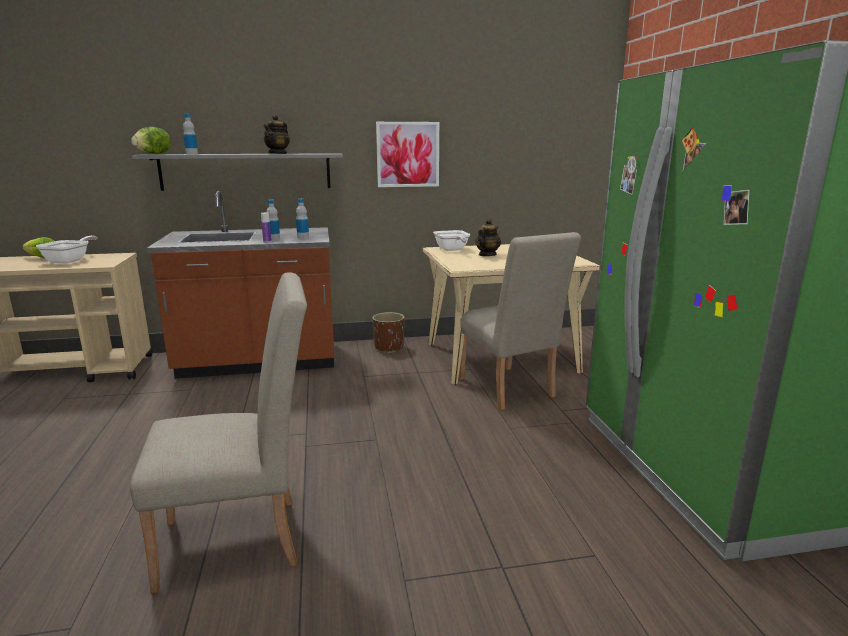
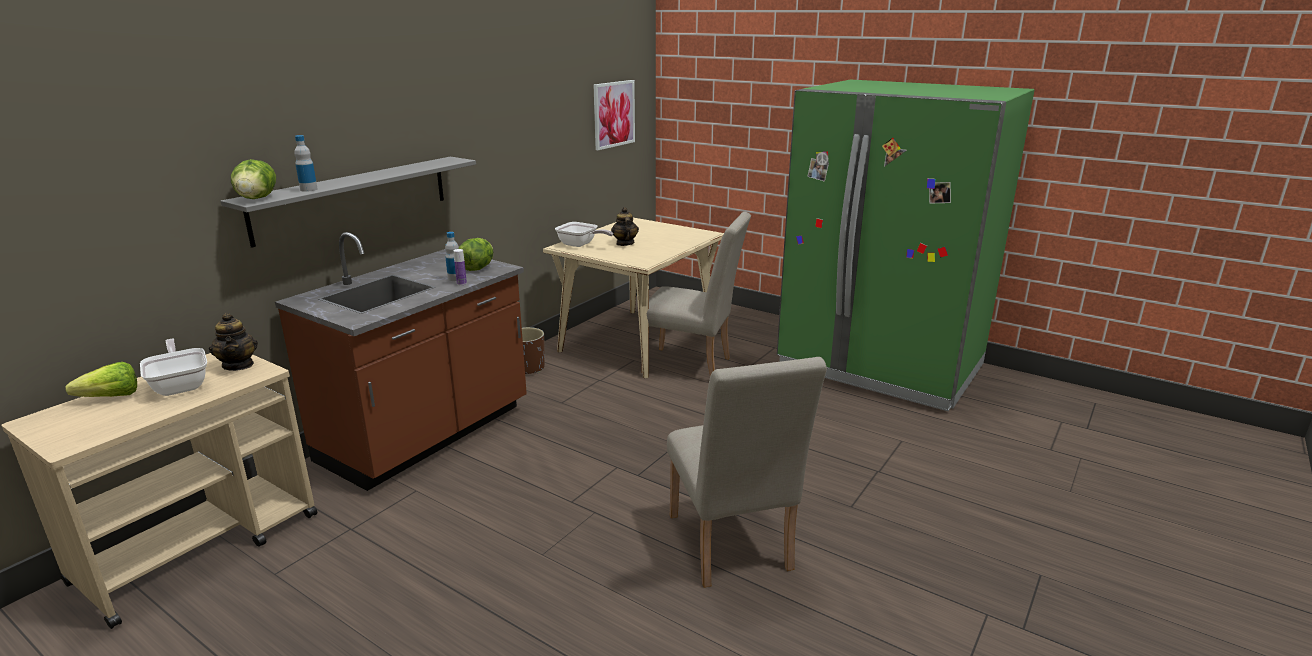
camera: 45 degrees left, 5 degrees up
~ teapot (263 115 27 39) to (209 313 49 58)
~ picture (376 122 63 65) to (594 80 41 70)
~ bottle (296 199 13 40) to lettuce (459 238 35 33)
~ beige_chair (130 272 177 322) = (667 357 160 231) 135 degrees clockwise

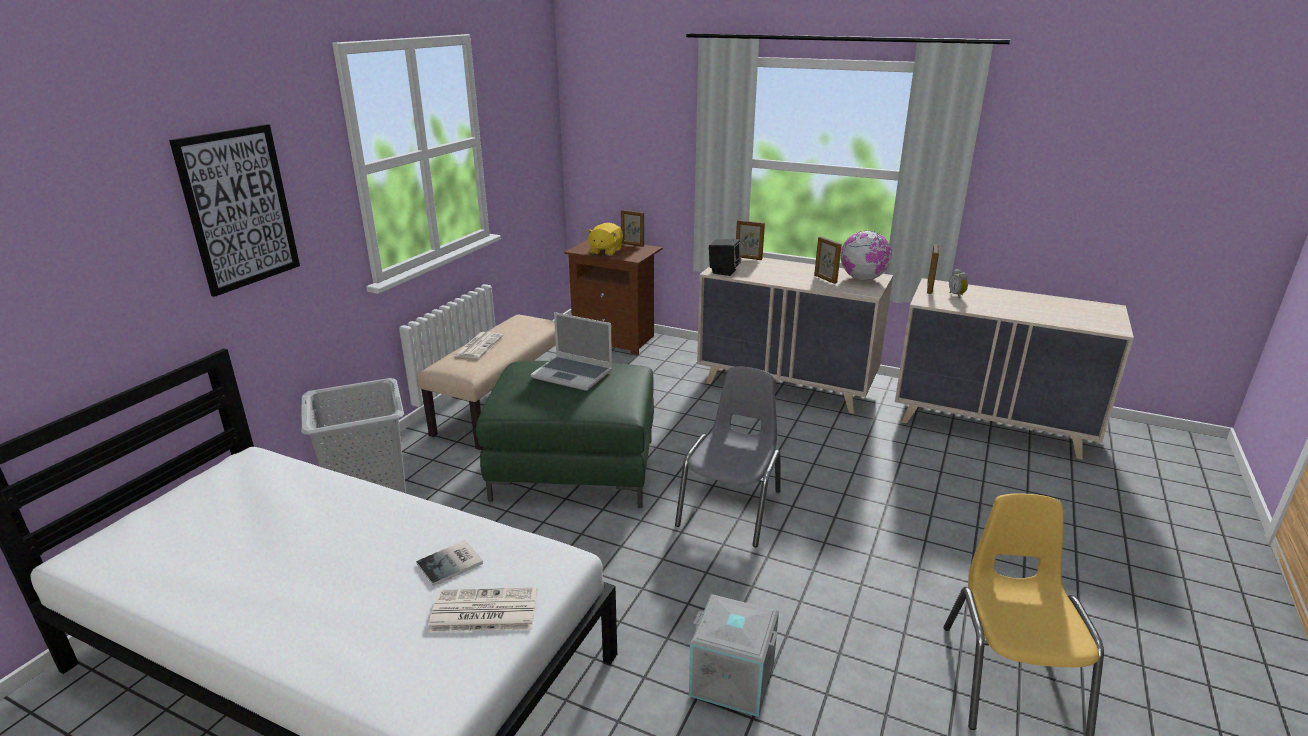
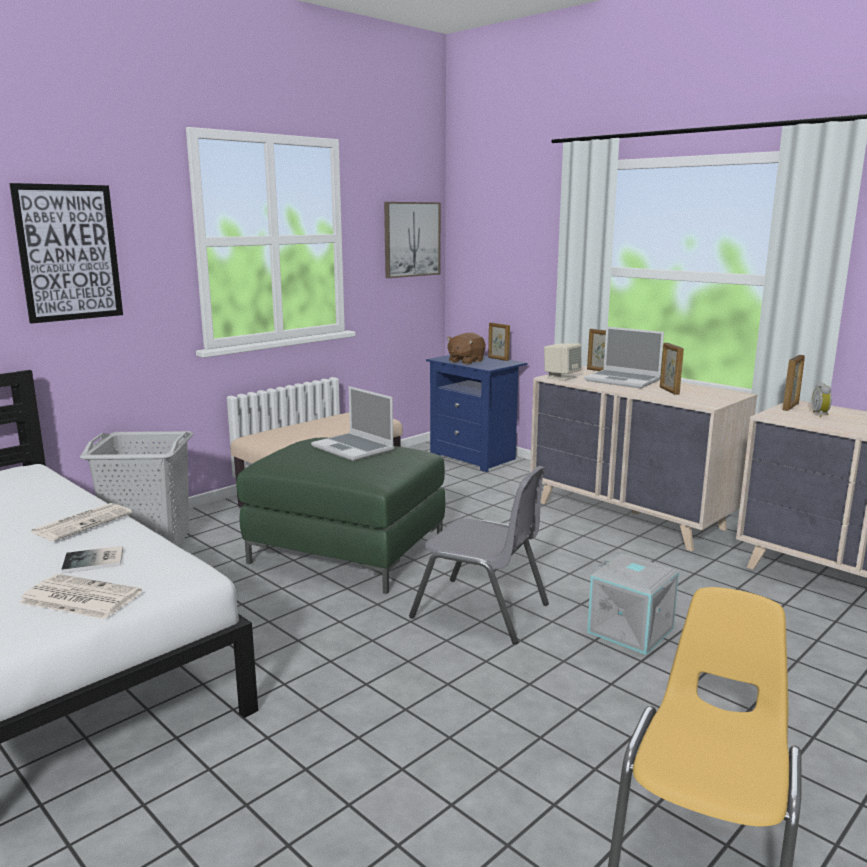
camera: 20 degrees right, 10 degrees down
- globe (841 231 51 50)
+ picture (384 202 57 76)
+ laptop (584 326 80 63)
~ newspaper (454 332 49 27) to (31 503 101 38)
~ grey_storage_box (689 594 90 123) to (587 554 92 101)
~ brown_nightstand (564 240 99 115) to blue_nightstand (426 355 101 117)
~ yellow_plush_toy (587 223 36 33) to brown_plush_toy (447 332 39 33)
~ black_speaker (709 239 32 37) to beige_speaker (544 343 38 38)
~ grey_chair (675 366 106 181) = (409 466 140 178) 75 degrees clockwise

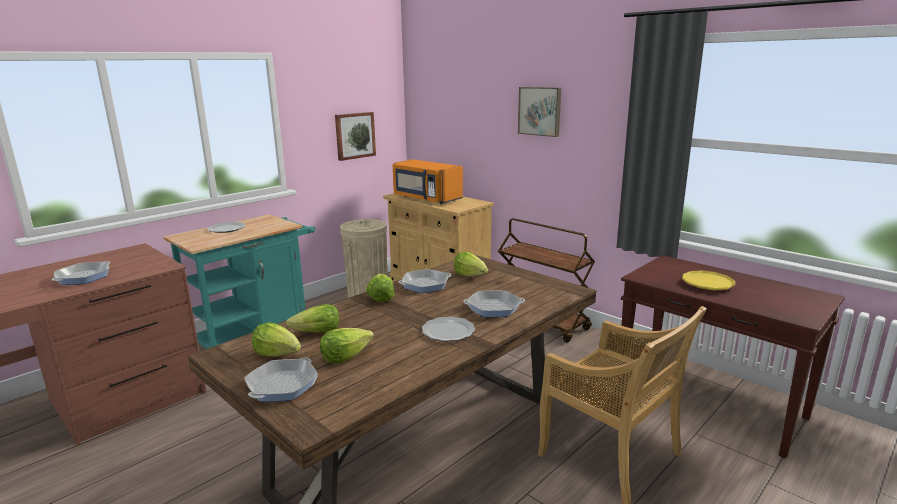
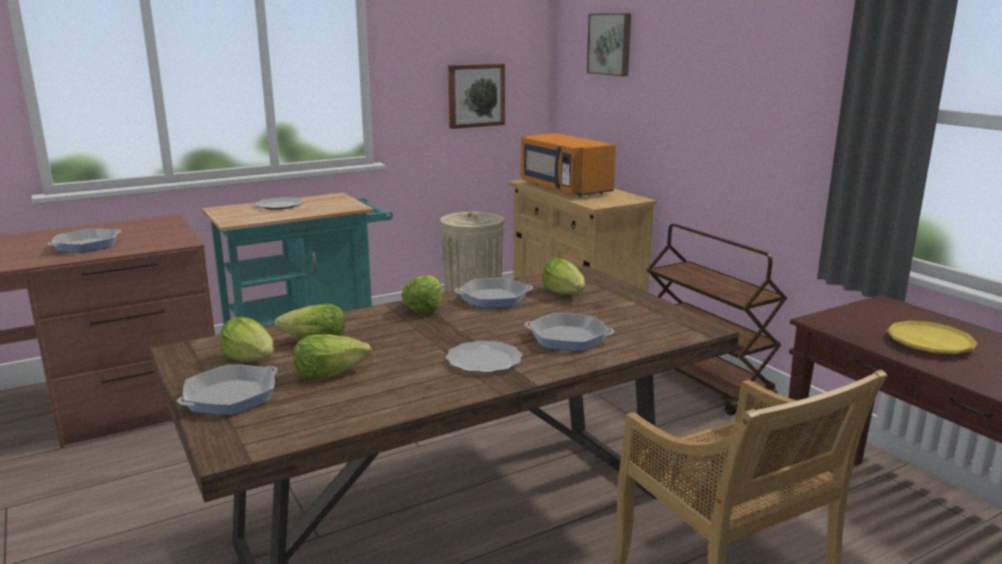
camera: 15 degrees right, 0 degrees up
~ picture (518 87 43 50) to (587 13 44 63)

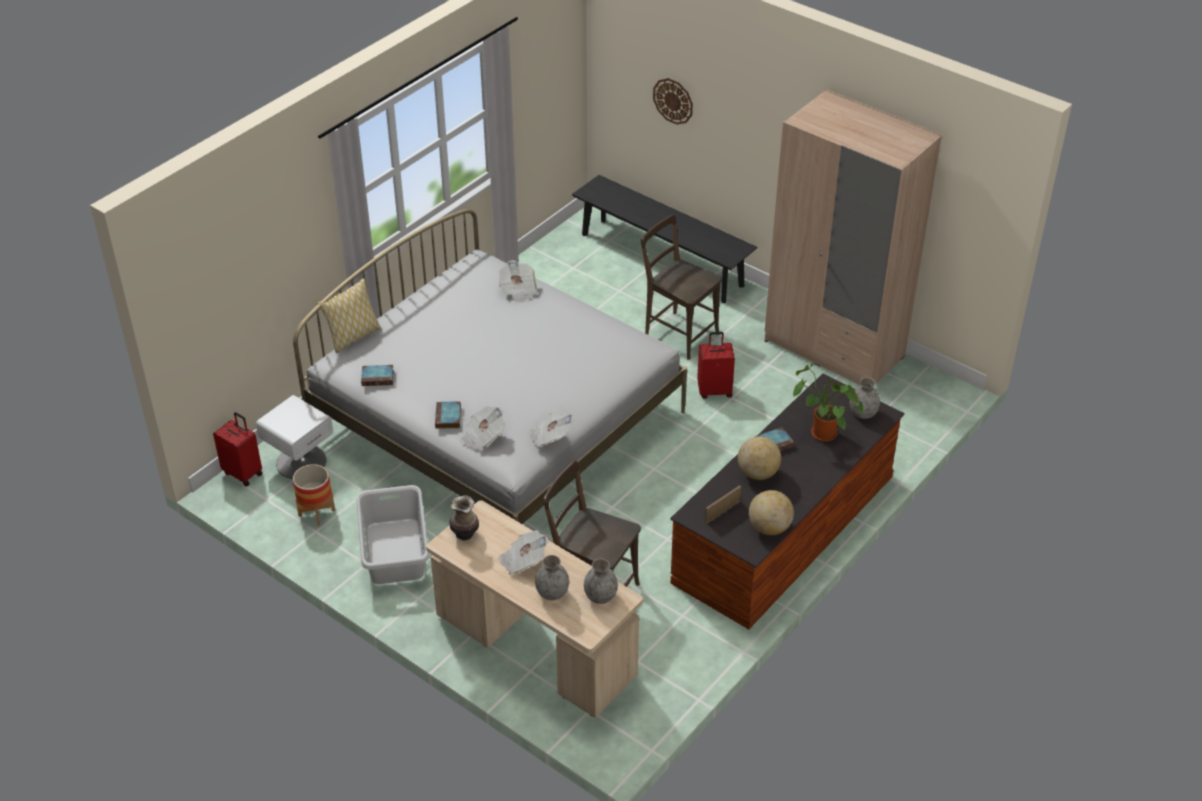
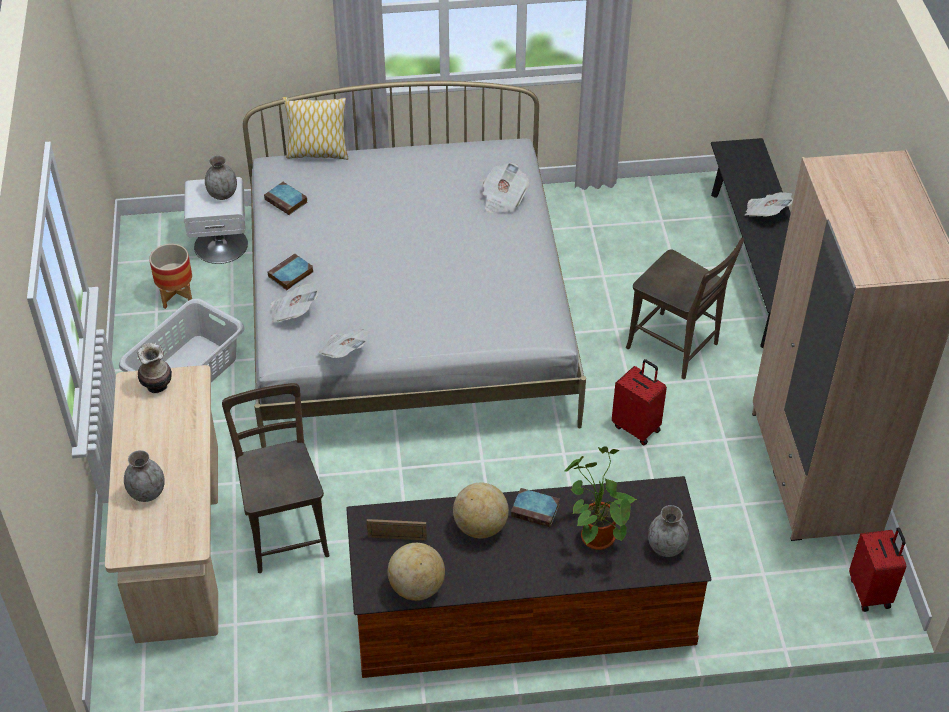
camera: 45 degrees right, 5 degrees up
- wall_clock (653 78 40 47)
~ red_suitcase (213 412 49 74) to (849 528 57 84)
~ newspaper (498 530 50 45) to (745 192 48 25)
~ grey_vase (584 558 34 46) to (205 155 32 45)
~ brown_chair (641 214 82 146) = (626 237 119 142) 135 degrees clockwise

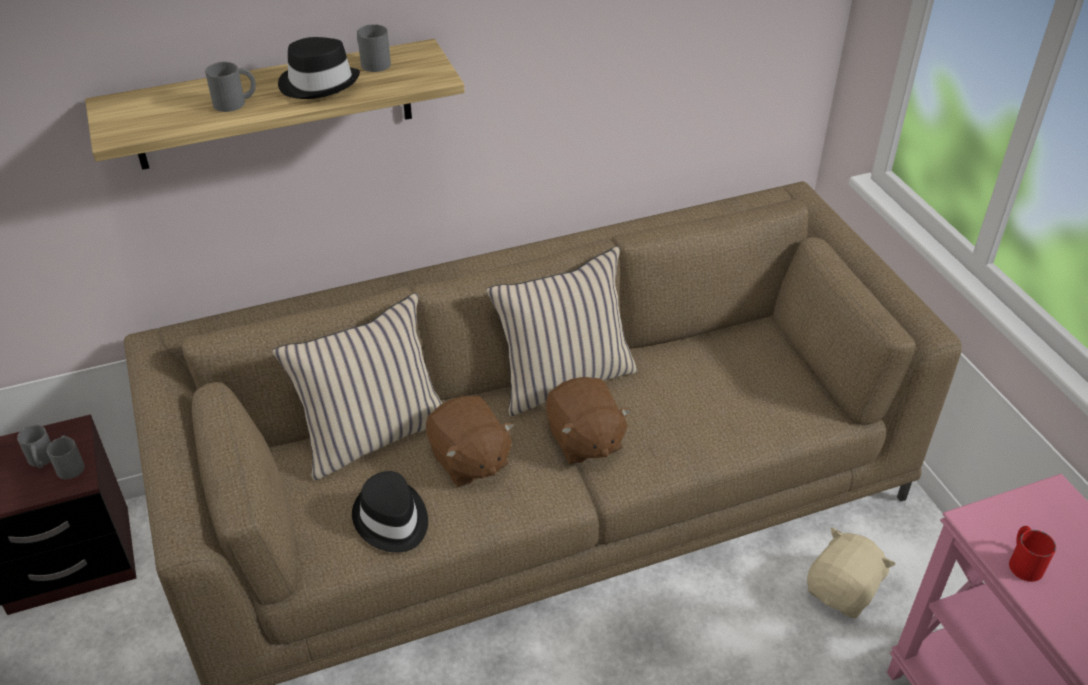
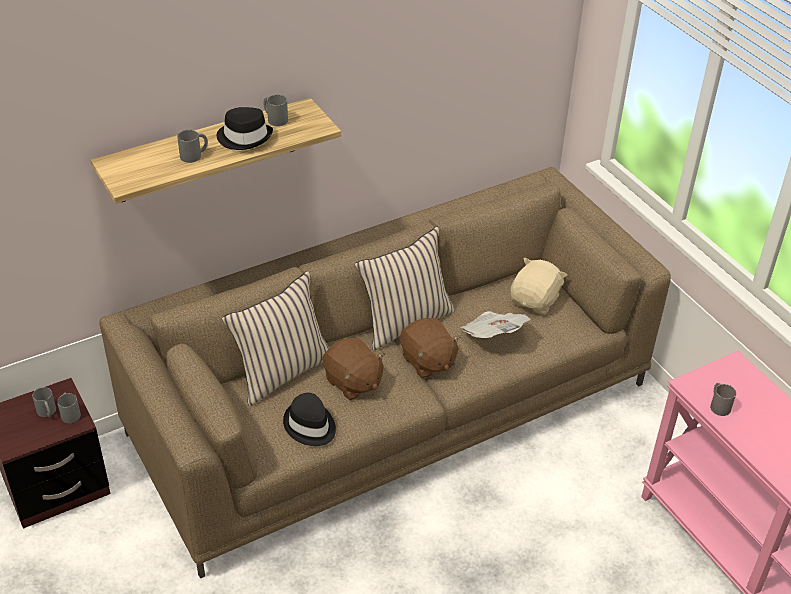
camera: 10 degrees left, 0 degrees up
+ newspaper (460 311 71 27)
~ beige_plush_toy (807 527 89 92) to (510 257 57 58)
~ red_mug (1009 526 47 56) to grey_mug (710 383 26 33)

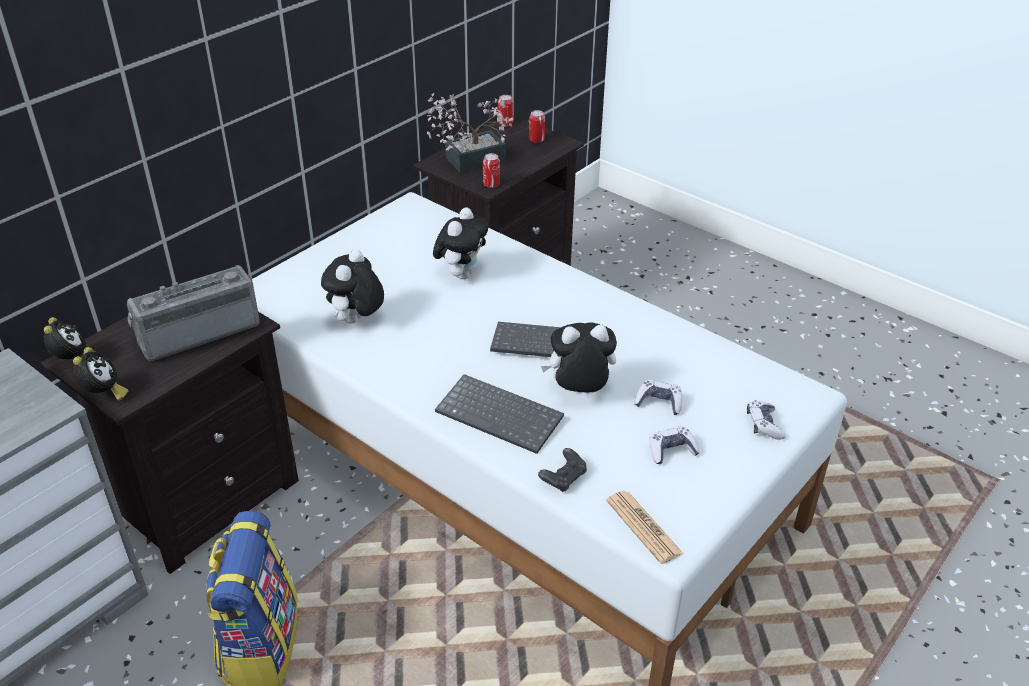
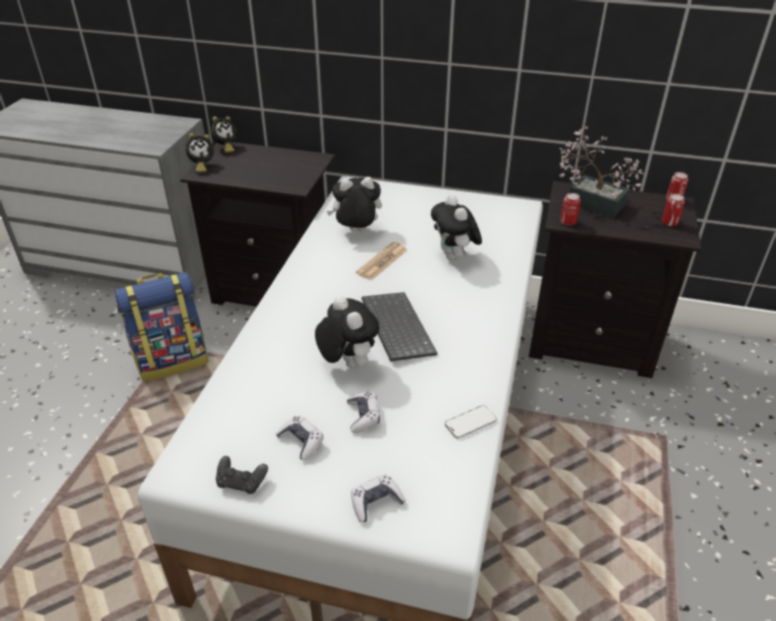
camera: 65 degrees right, 0 degrees up
- radio (127 265 133 96)
- keyboard (435 374 129 80)
+ phone (445 405 52 34)
~ black_game_controller (538 448 49 44) to (216 456 52 38)
~ newspaper (606 491 78 73) to (356 242 51 38)
~ plush_toy (433 208 55 71) = (431 195 51 65) 75 degrees clockwise

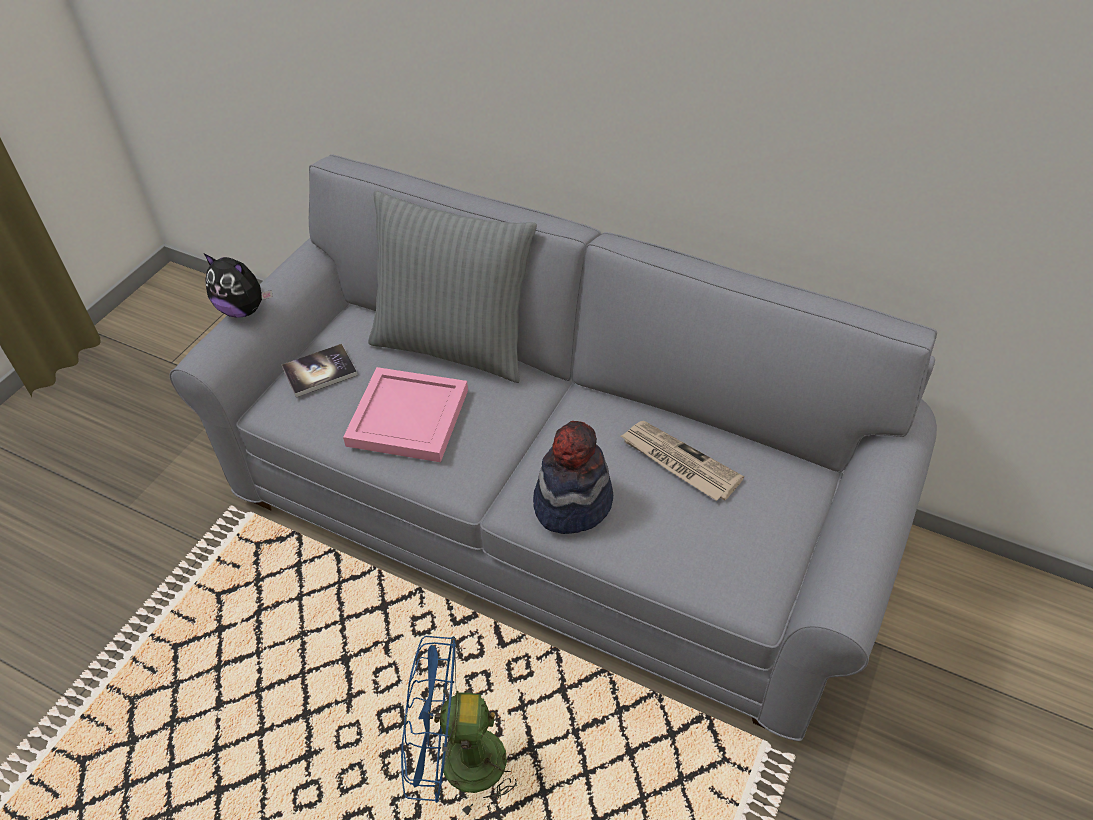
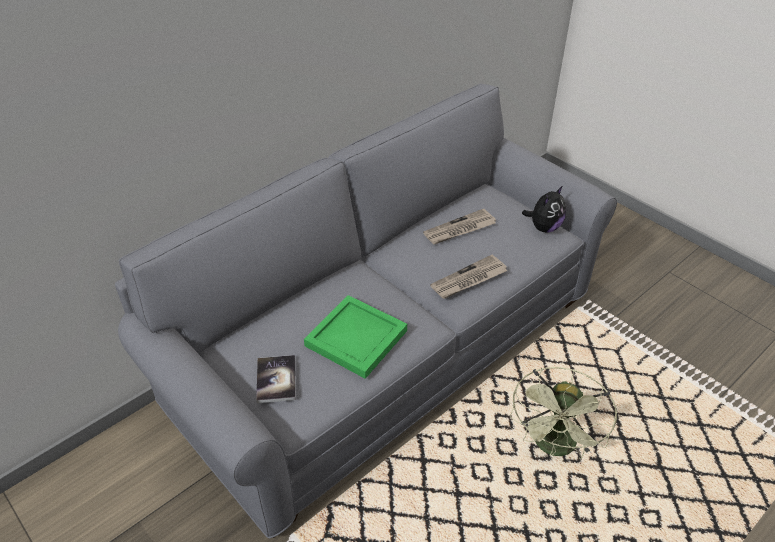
camera: 70 degrees left, 5 degrees down
- grey_pillow (368 191 169 192)
~ plush_toy (204 253 69 65) to (522 186 44 46)
~ hat (533 421 80 113) to newspaper (430 254 77 45)
~ pink_tray (343 367 125 95) to green_tray (304 295 103 84)
~ blue_fan (401 636 125 182) to green_fan (510 367 108 92)

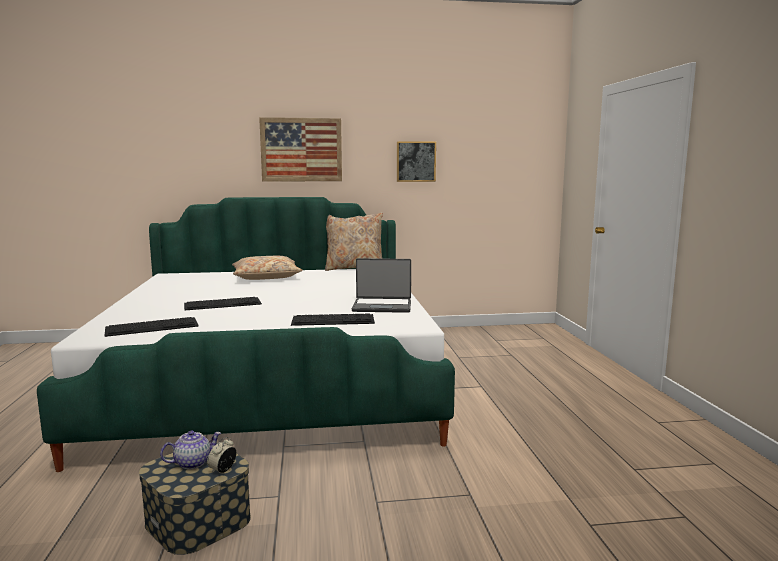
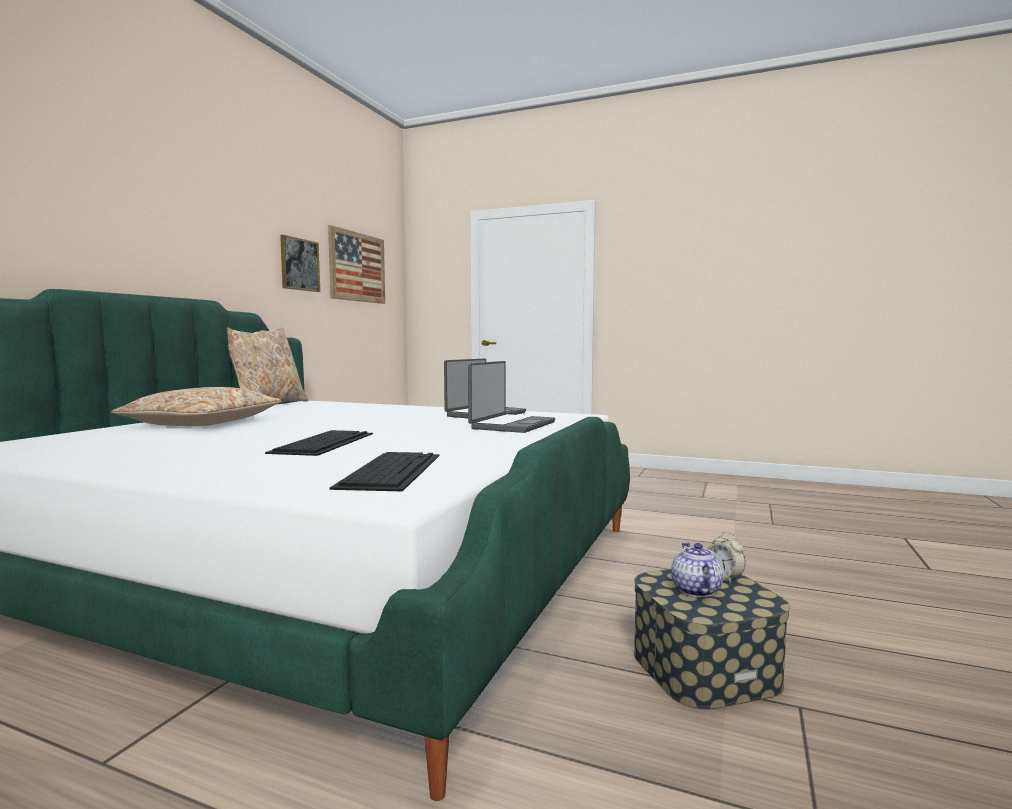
camera: 60 degrees left, 5 degrees down
~ picture (259 117 83 65) to (328 225 57 79)
~ keyboard (291 314 84 12) to laptop (468 361 87 72)

